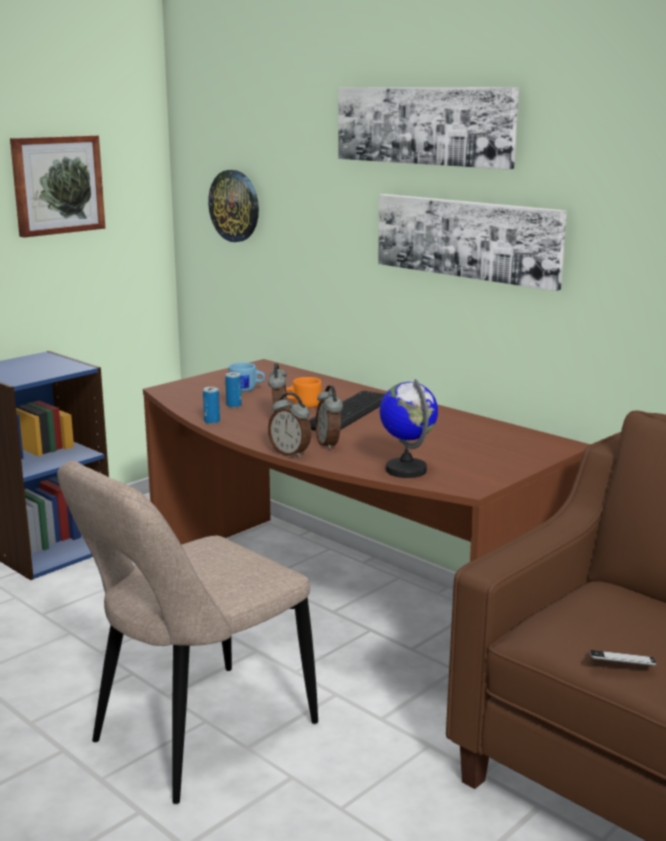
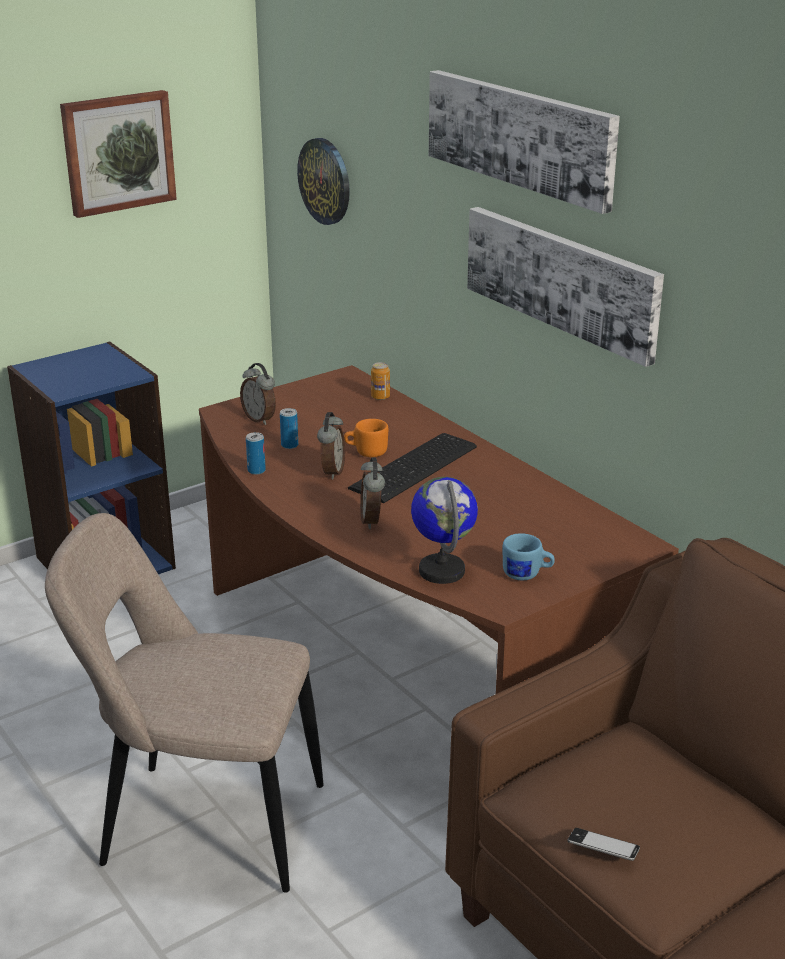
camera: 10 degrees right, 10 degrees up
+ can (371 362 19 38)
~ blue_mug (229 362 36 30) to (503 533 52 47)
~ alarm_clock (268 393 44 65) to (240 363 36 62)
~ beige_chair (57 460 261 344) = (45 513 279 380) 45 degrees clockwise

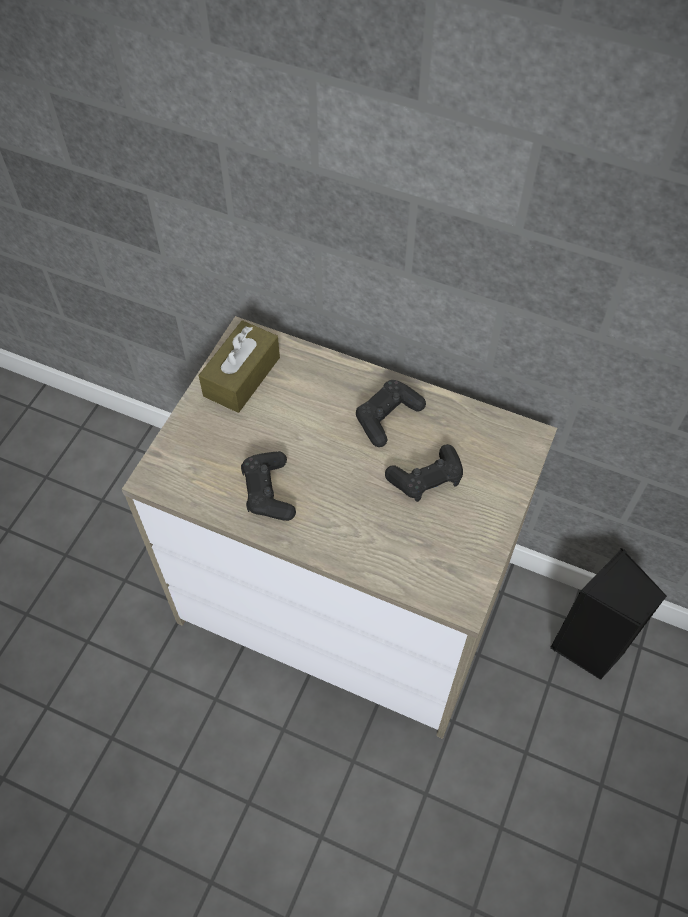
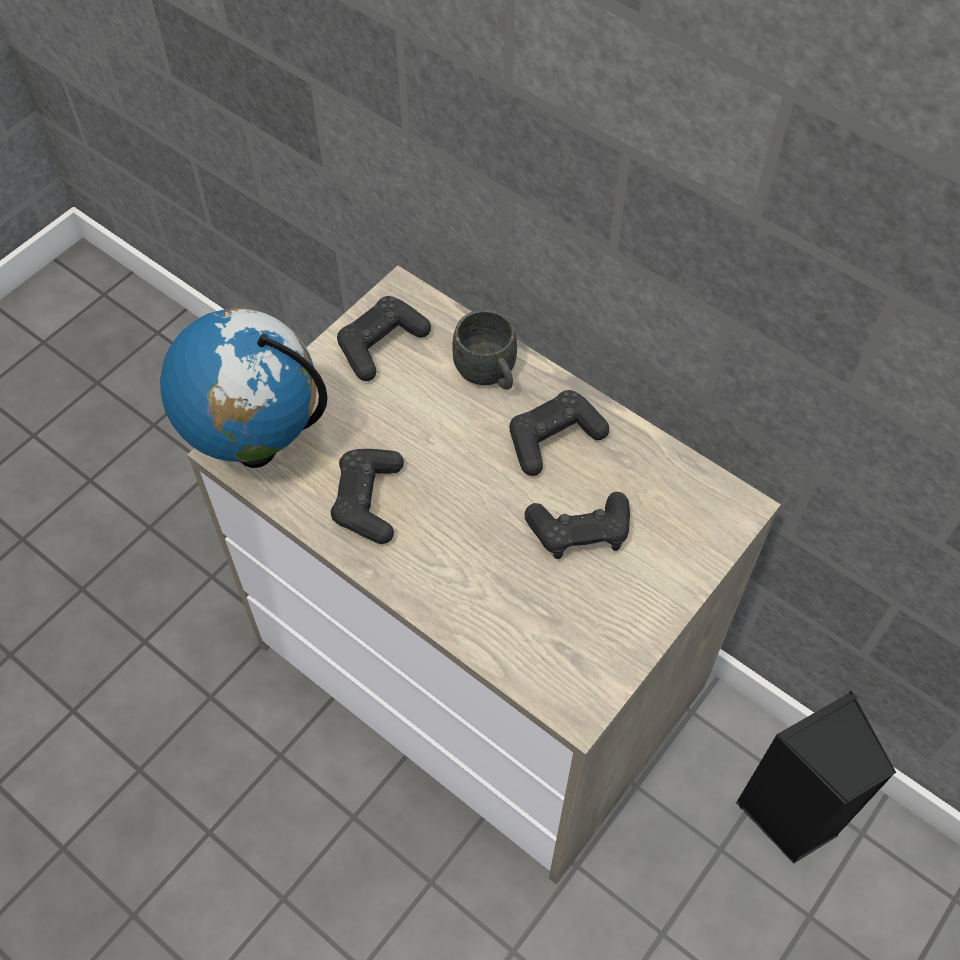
camera: 15 degrees right, 0 degrees up
+ globe (160 308 167 160)
+ grey_mug (452 309 65 81)
~ brown_tissue_box (199 320 81 93) to black_game_controller (337 296 94 85)

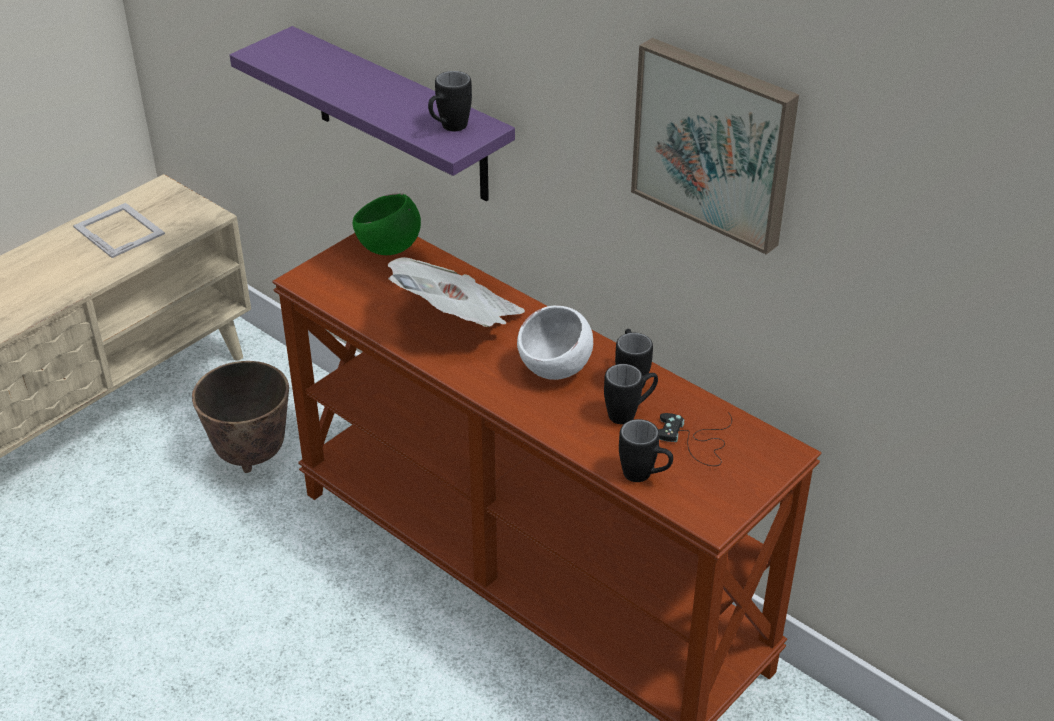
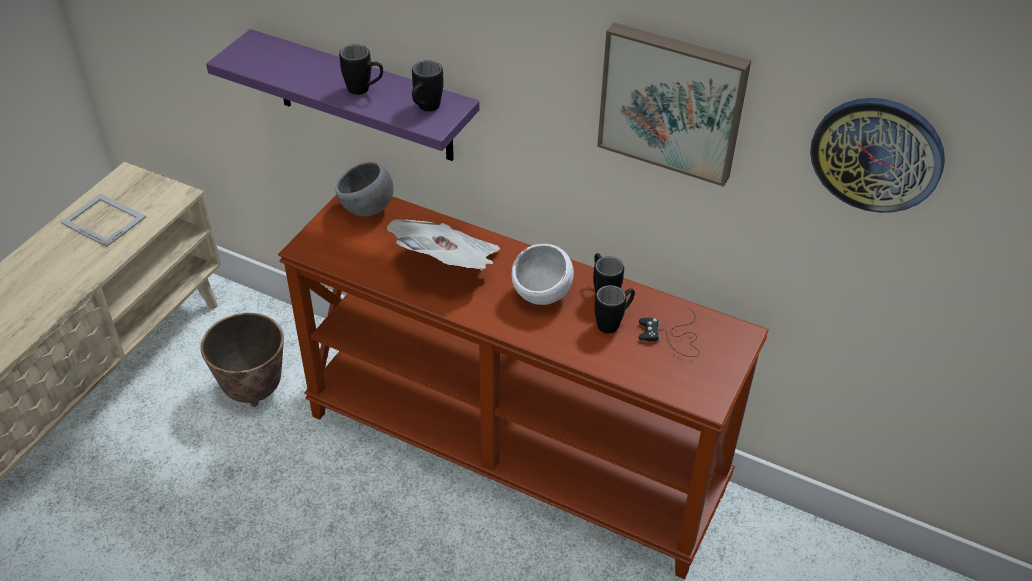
camera: 15 degrees left, 5 degrees up
+ wall_clock (810 98 135 115)
~ black_mug (619 419 54 63) to (339 44 44 51)
~ green_bowl (353 193 68 62) to grey_bowl (336 162 57 54)

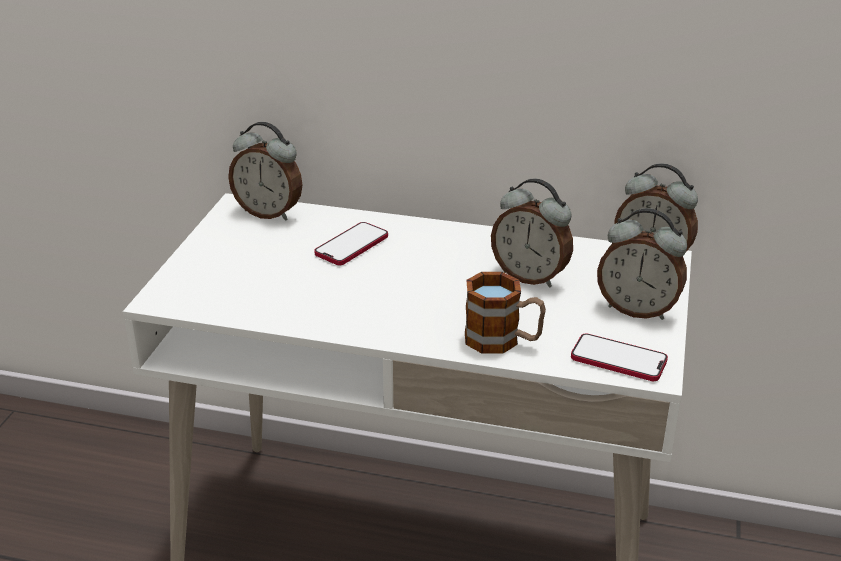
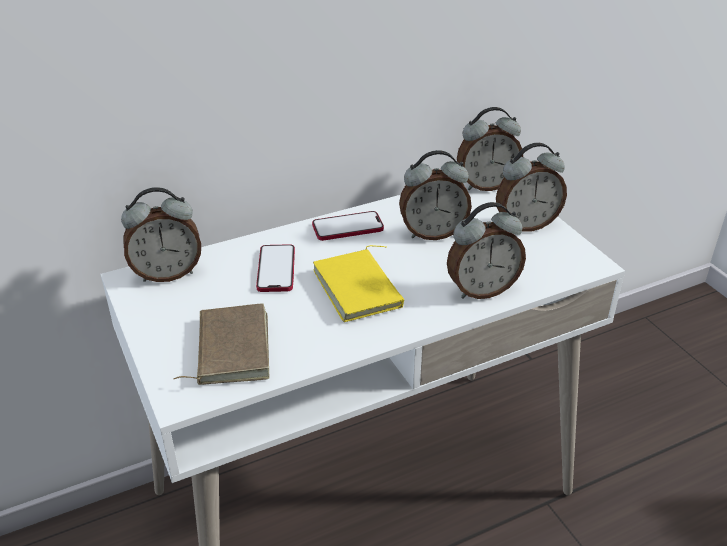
camera: 40 degrees left, 5 degrees up
+ brown_book (173 304 96 81)
+ yellow_book (313 245 91 77)
~ phone (571 333 97 48) to (312 211 72 30)
~ mug (465 272 81 82) to alarm_clock (447 202 79 97)

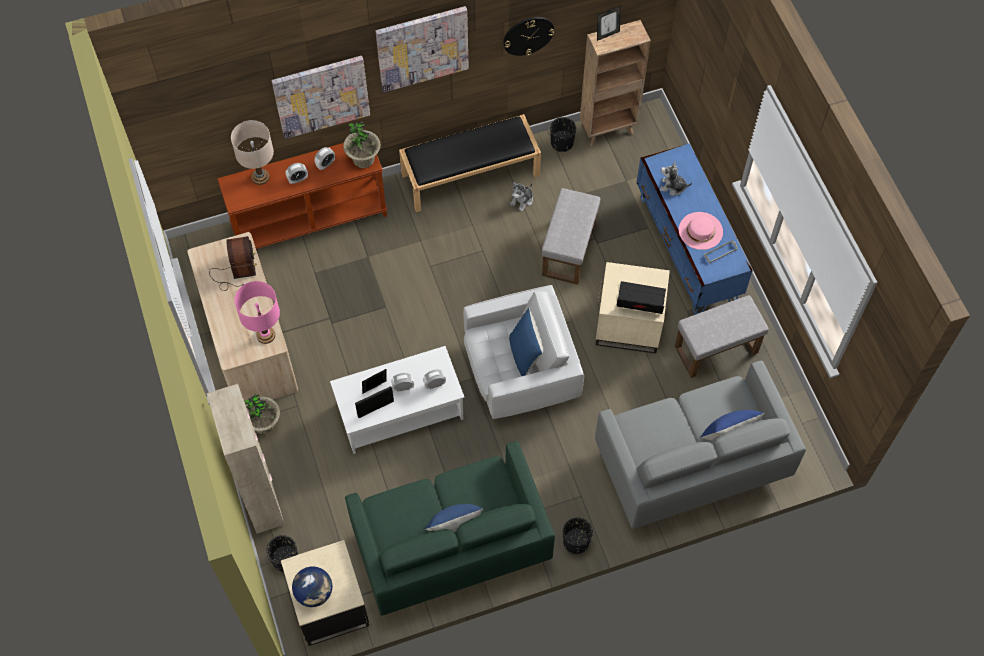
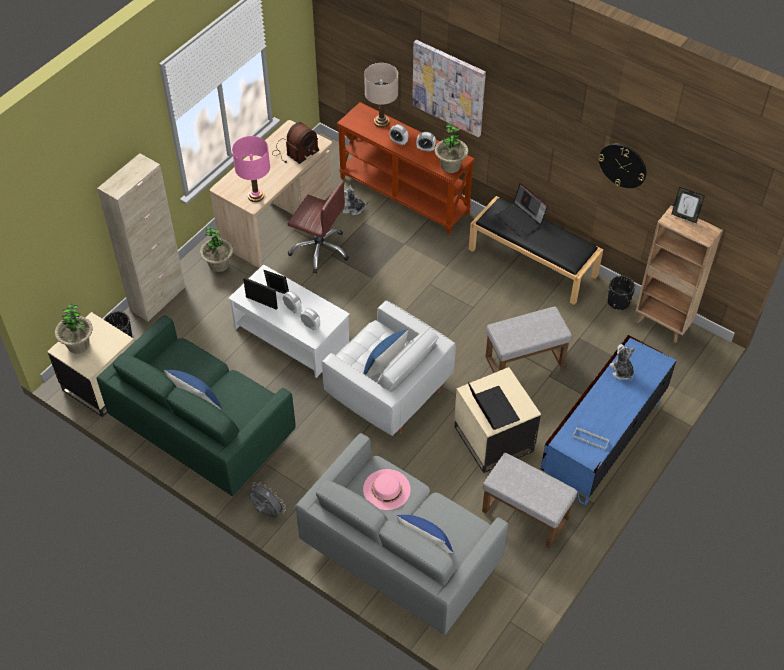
camera: 55 degrees right, 10 degrees down
- picture (376 6 93 87)
+ brown_office_chair (287 181 62 92)
+ laptop (495 183 53 55)
~ plush_toy (510 182 23 30) to (343 184 26 32)
~ pink_hat (679 212 44 38) to (363 469 48 41)
~ globe (292 566 40 41) to potted_plant (55 304 38 50)
~ black_planter (563 517 30 37) to grey_fan (248 482 38 36)

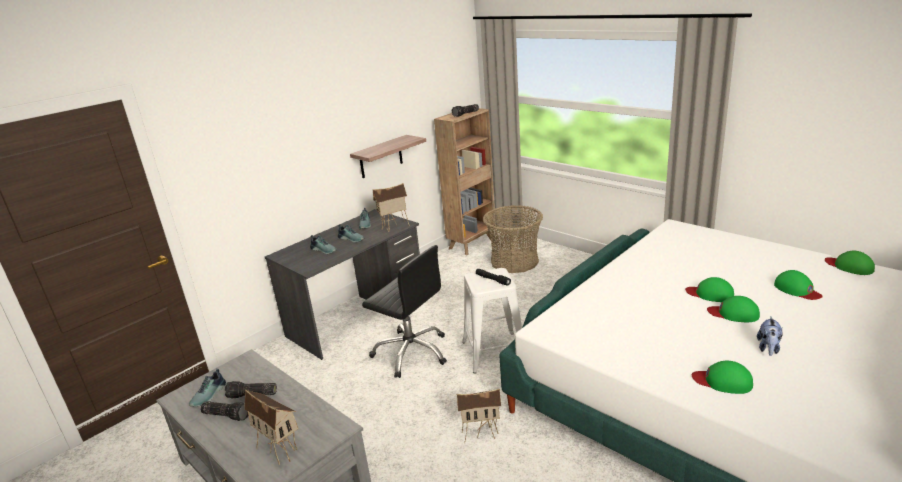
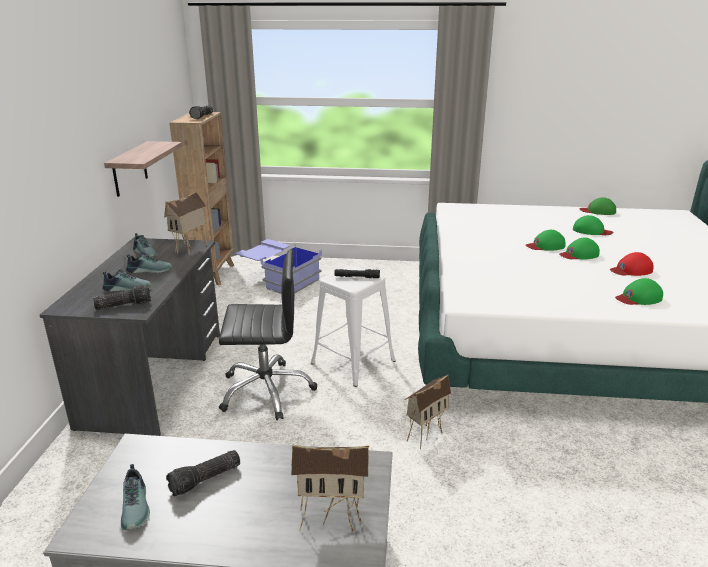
camera: 40 degrees left, 0 degrees up
~ flashlight (200 401 49 20) to (93 285 58 25)
~ basket (483 205 60 68) to blue_storage_box (236 239 86 55)
~ plush_toy (757 317 26 39) to red_cap (610 252 44 24)

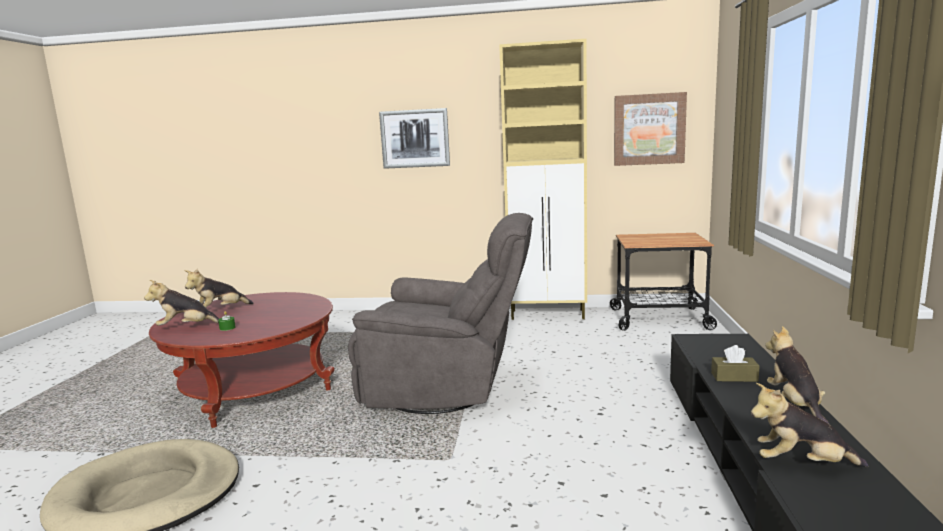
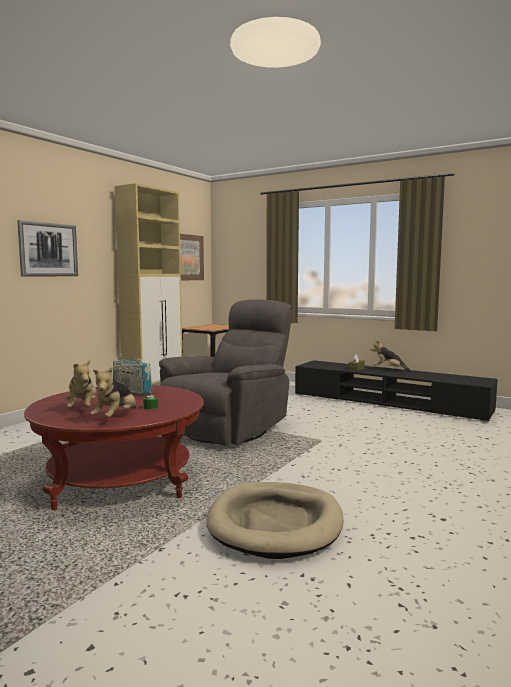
camera: 65 degrees left, 5 degrees down
- plush_toy (751 383 117 84)
+ radio (113 353 39 43)

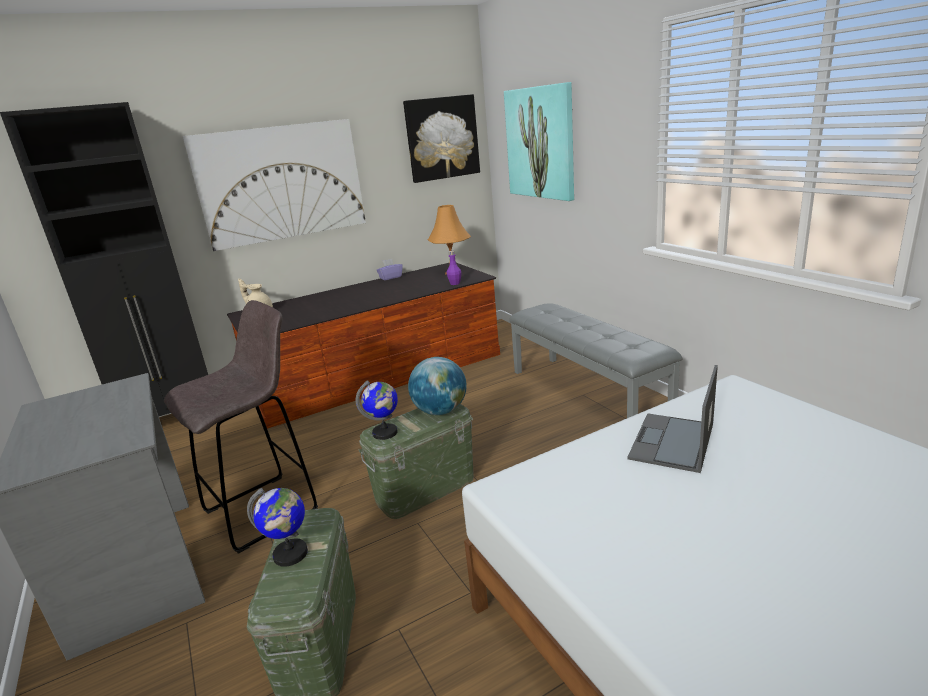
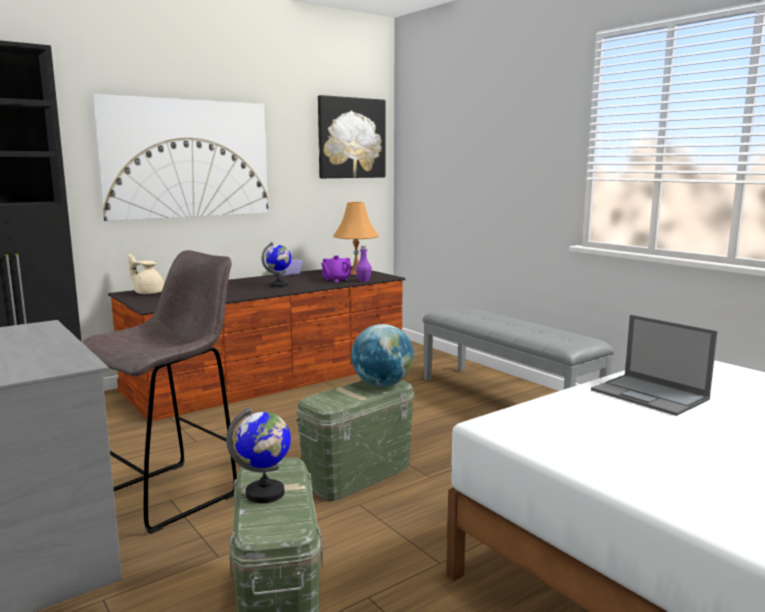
camera: 10 degrees left, 10 degrees down
- picture (504 82 70 119)
+ purple_teapot (321 255 30 27)
~ globe (356 380 42 60) to (261 242 31 45)
~ laptop (627 365 91 108) = (591 315 127 101) 60 degrees counterclockwise

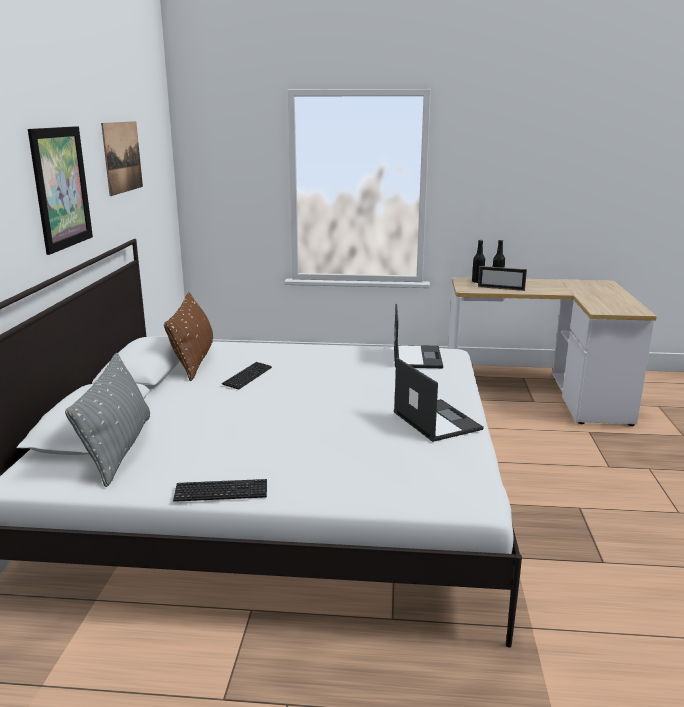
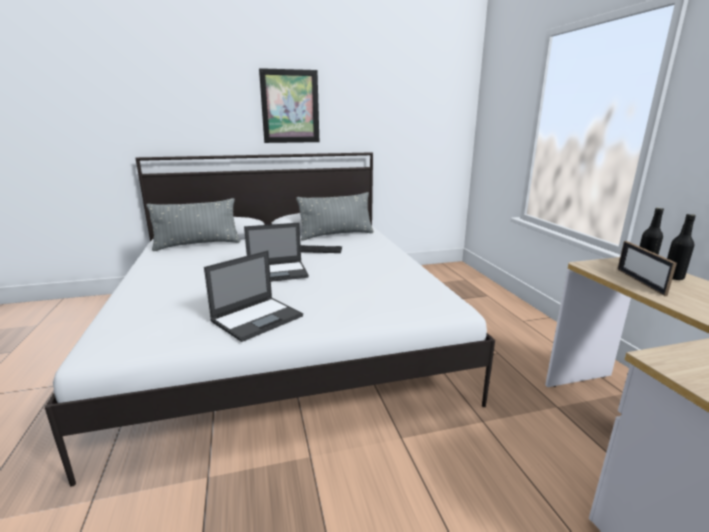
camera: 70 degrees right, 0 degrees up
- picture (101 121 42 75)
- keyboard (173 479 94 23)
~ laptop (394 304 49 64) to (244 223 65 59)
~ brown_pillow (164 292 49 89) to grey_pillow (296 192 78 49)

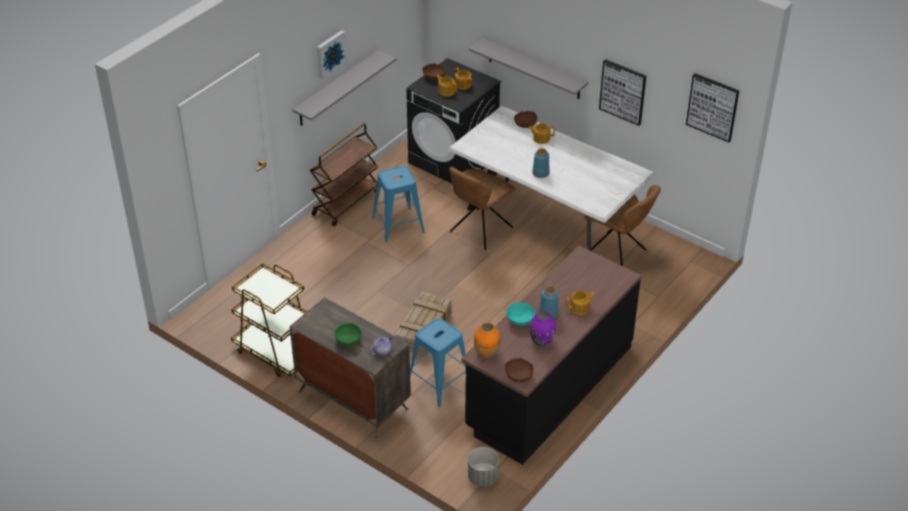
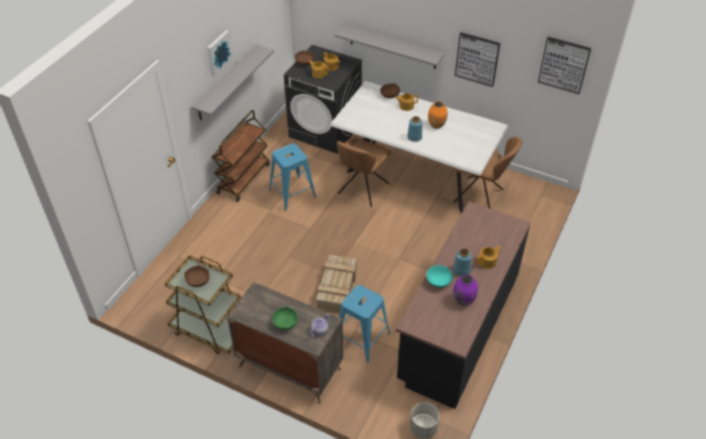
camera: 10 degrees left, 5 degrees up
~ orange_vase (474 322 26 36) to (428 101 20 28)
~ brown_bowl (505 357 29 25) to (184 265 26 22)

